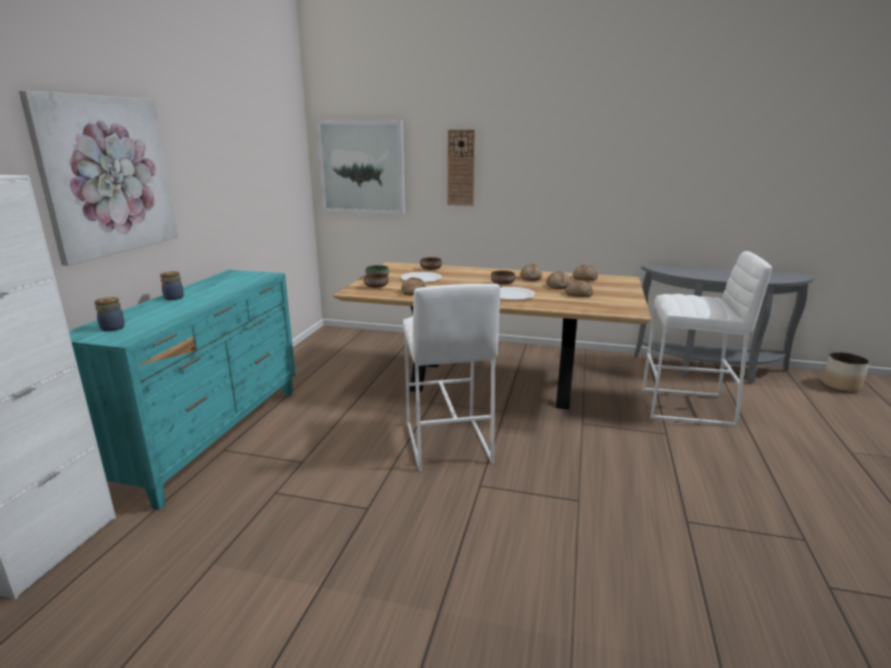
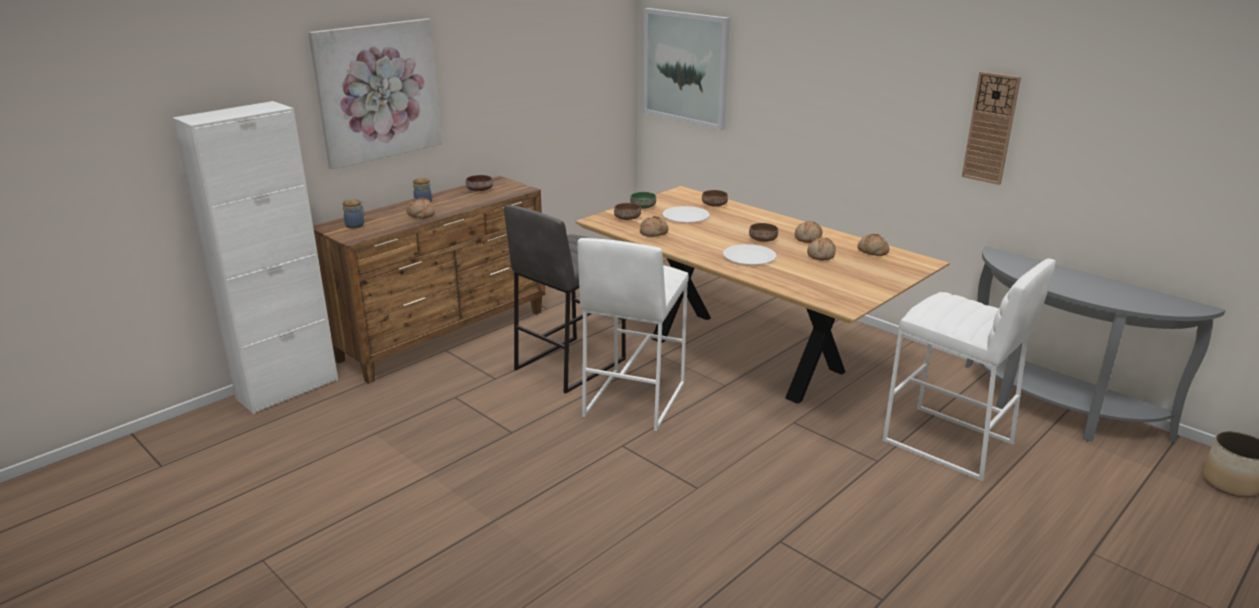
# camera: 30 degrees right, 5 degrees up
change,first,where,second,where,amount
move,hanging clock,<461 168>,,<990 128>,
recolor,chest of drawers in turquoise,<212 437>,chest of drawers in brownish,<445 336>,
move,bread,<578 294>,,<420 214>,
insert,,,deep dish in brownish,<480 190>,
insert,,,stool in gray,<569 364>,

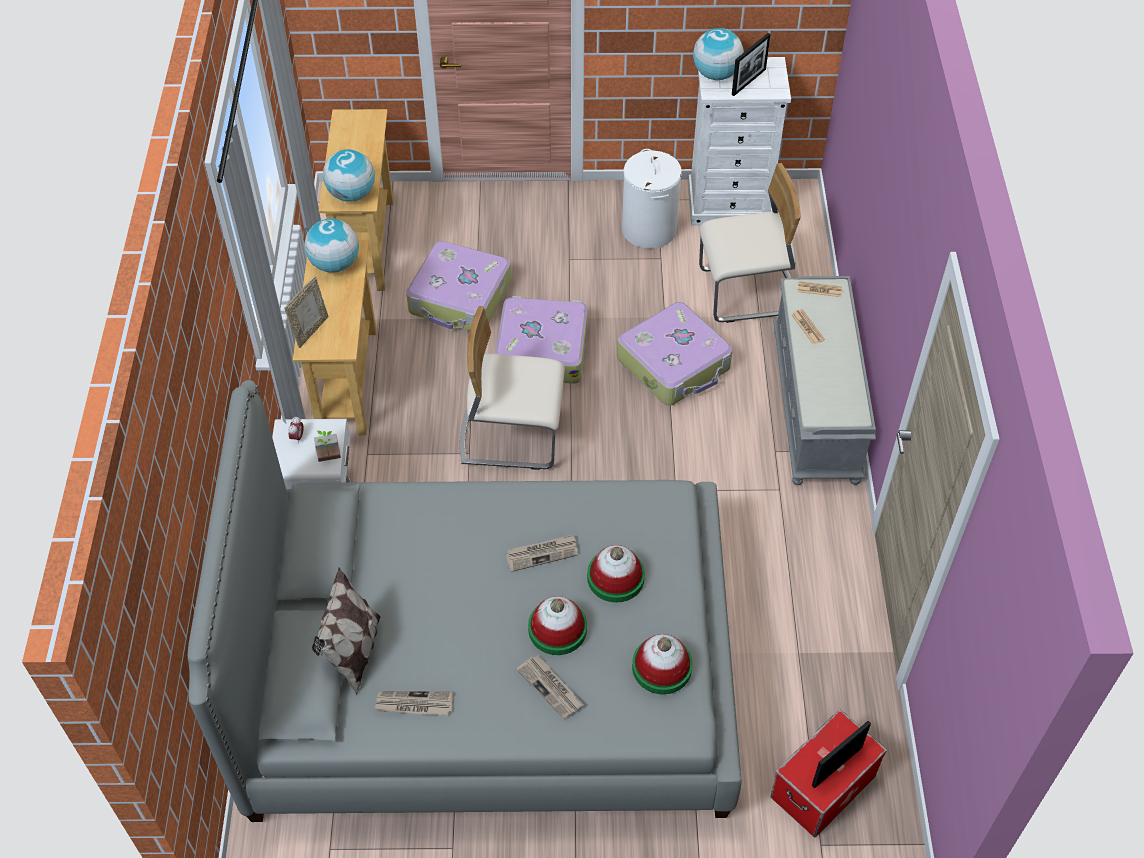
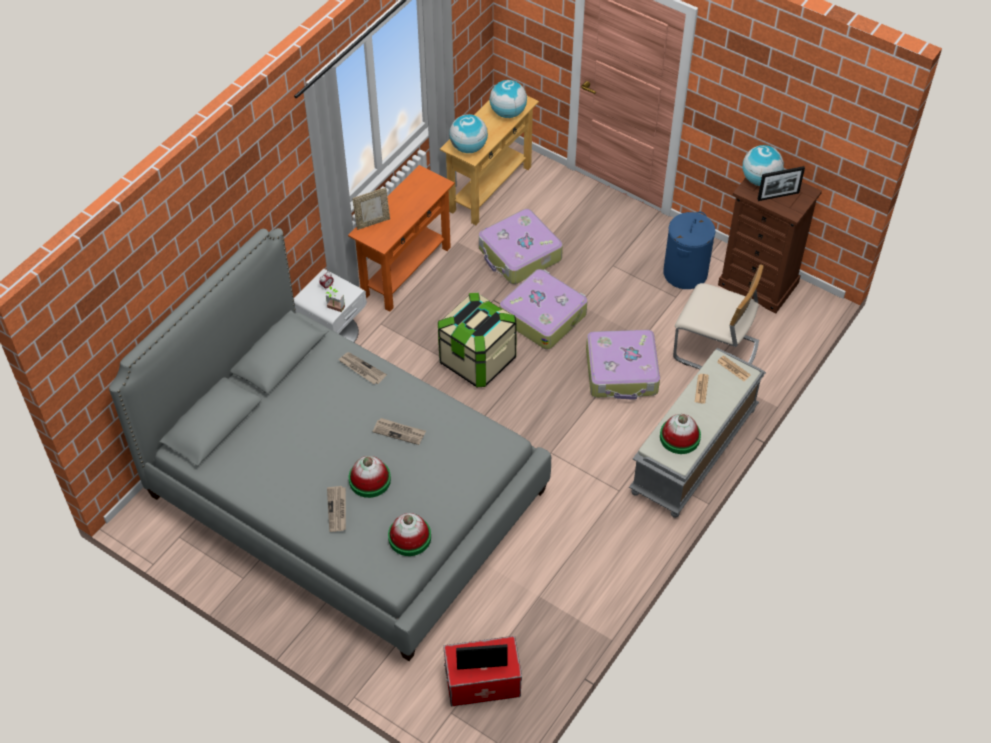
# camera: 35 degrees right, 0 degrees up
change,first,where,second,where,amount
recolor,chest of drawers in white,<729 204>,chest of drawers in brownish,<758 284>,
recolor,laundry basket in white,<649 230>,laundry basket in blue,<685 273>,
move,desk globe,<335 264>,,<508 113>,
recolor,narrow table in beige,<347 380>,narrow table in orange,<406 271>,
replace,upright chair in beige,<511 435>,storage bin,<477 360>,
move,clothing hat,<615 577>,,<679 437>,
delete,cushion,<353 654>,,,
move,newspaper,<414 704>,,<361 369>,

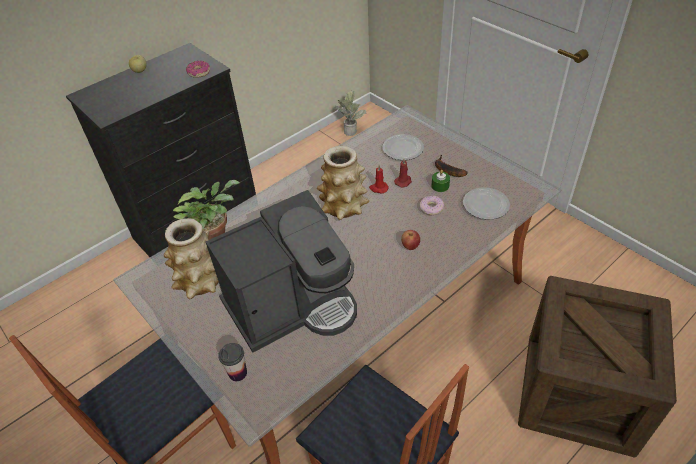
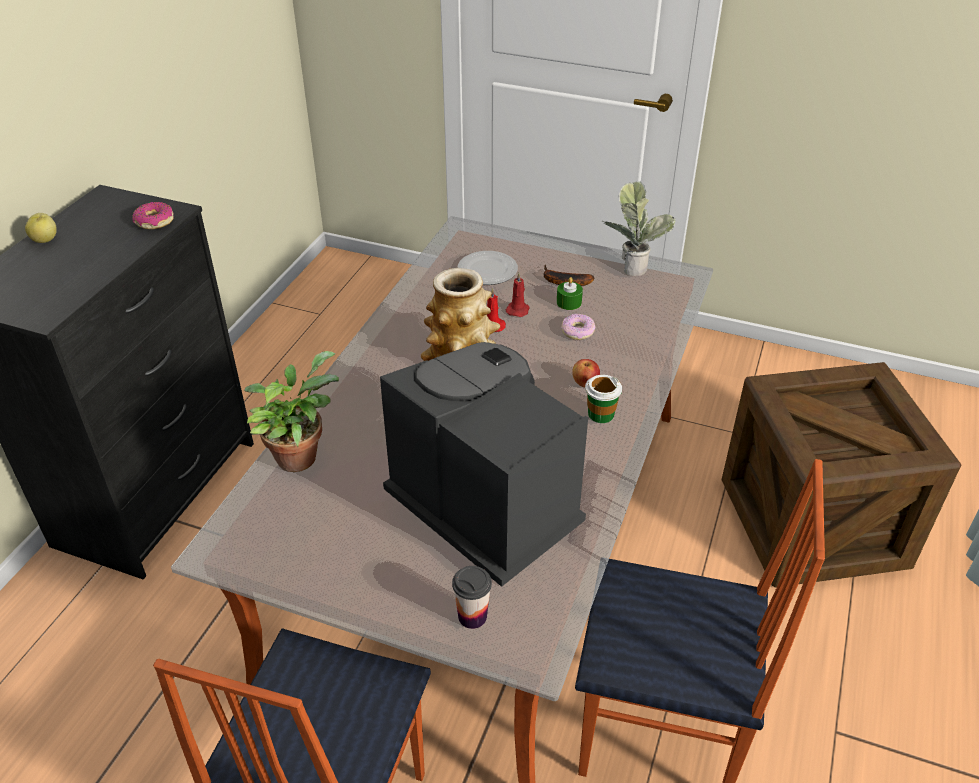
# camera: 30 degrees left, 5 degrees down
change,first,where,second,where,amount
move,potted plant,<351 130>,,<631 265>,
delete,dinner plate,<486 205>,,,
rotate,coffee maker,<293 305>,,<484 504>,75 degrees counterclockwise
delete,flower vase,<201 281>,,,
insert,,,cup,<600 414>,

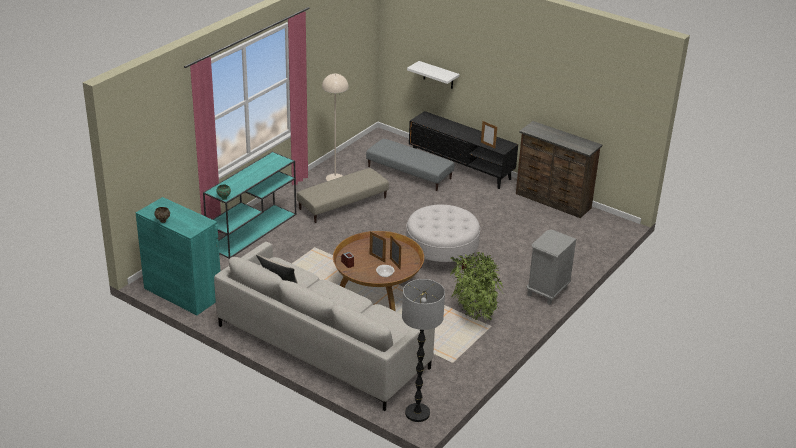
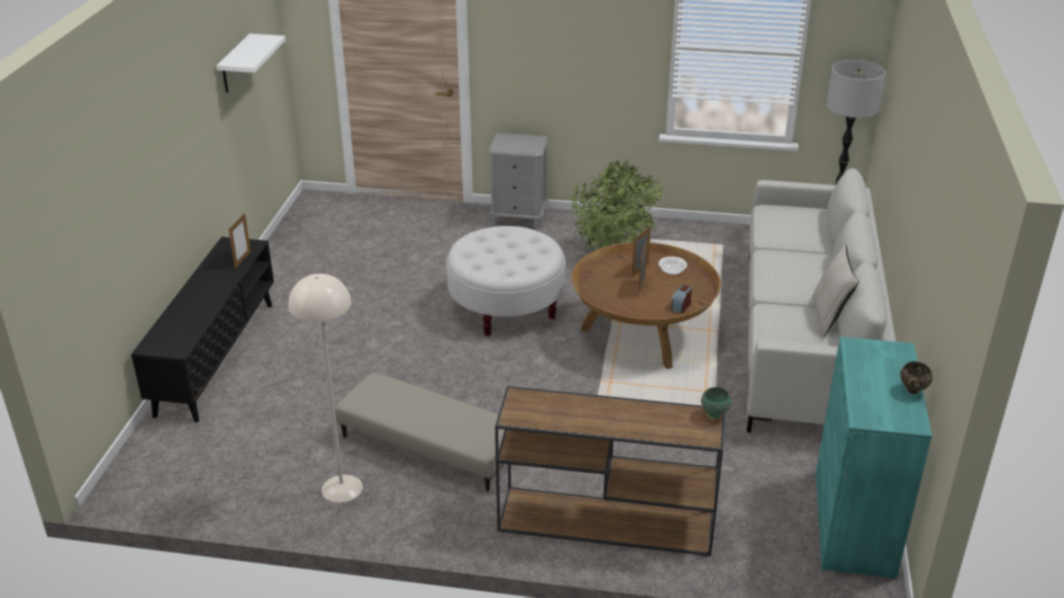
# camera: 115 degrees left, 0 degrees up
change,first,where,second,where,amount
move,wall shelf in white,<438 75>,,<235 64>,
delete,chest of drawers in brownish,<553 201>,,,
delete,ottoman in gray,<409 172>,,,
recolor,narrow table in turquoise,<253 230>,narrow table in brownish,<604 521>,

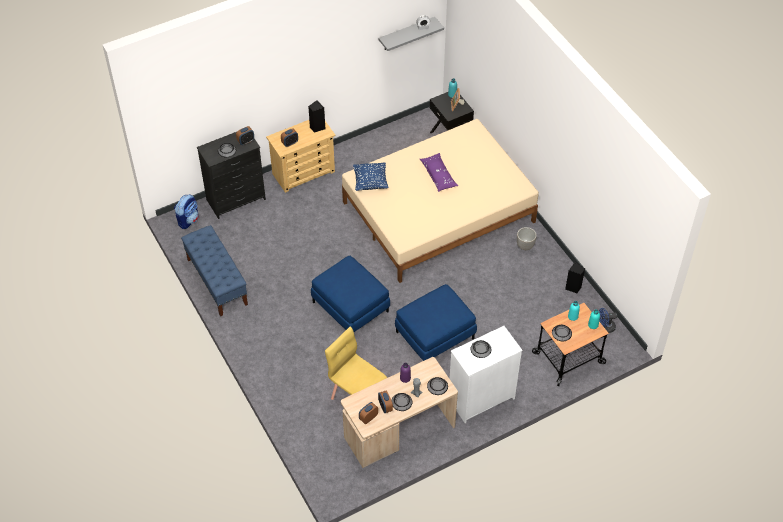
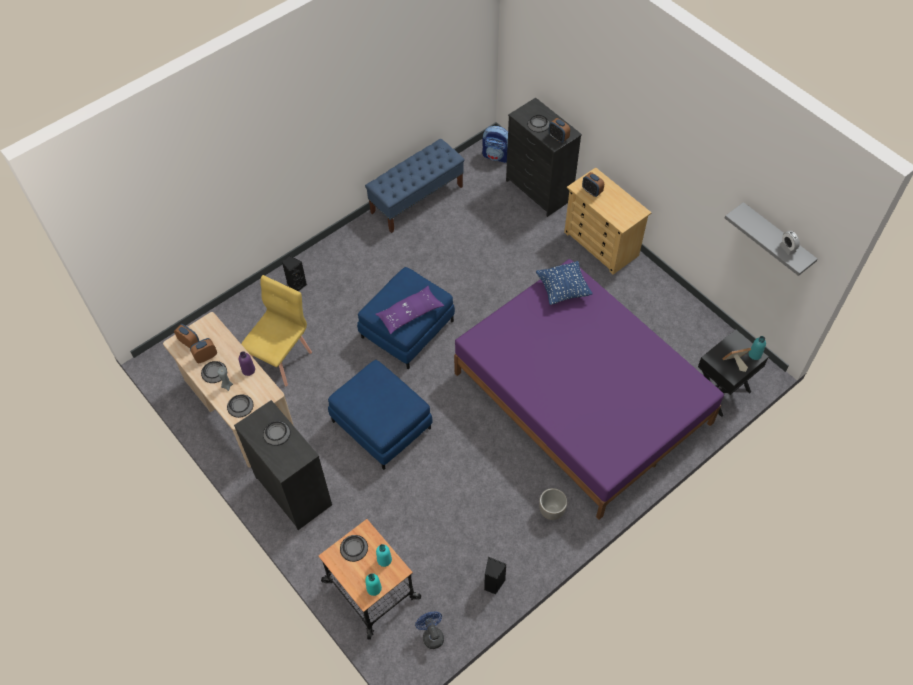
# camera: 80 degrees right, 5 degrees up
change,first,where,second,where,amount
move,speaker in blackish,<317 127>,,<296 285>,
recolor,bed in beige,<438 212>,bed in purplish,<581 398>,
move,cushion in purplish,<438 176>,,<410 314>,
recolor,chest of drawers in white,<481 398>,chest of drawers in blackish,<294 490>,

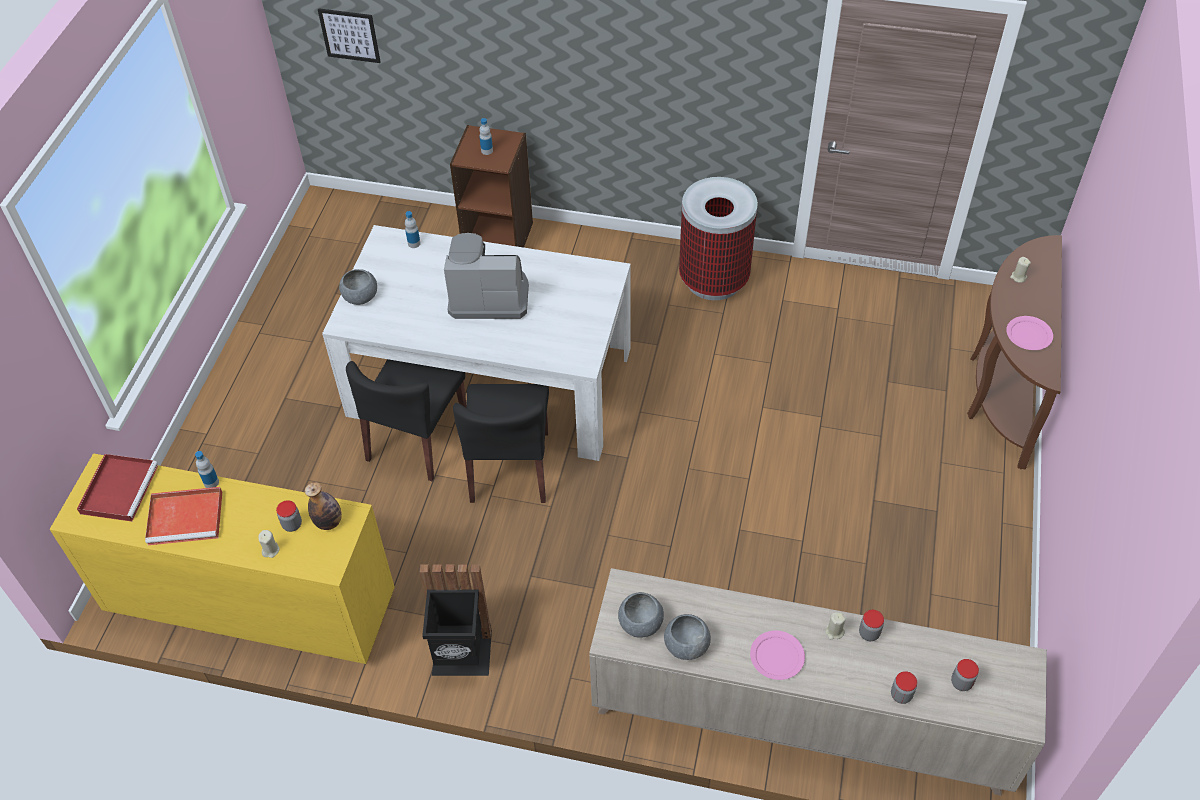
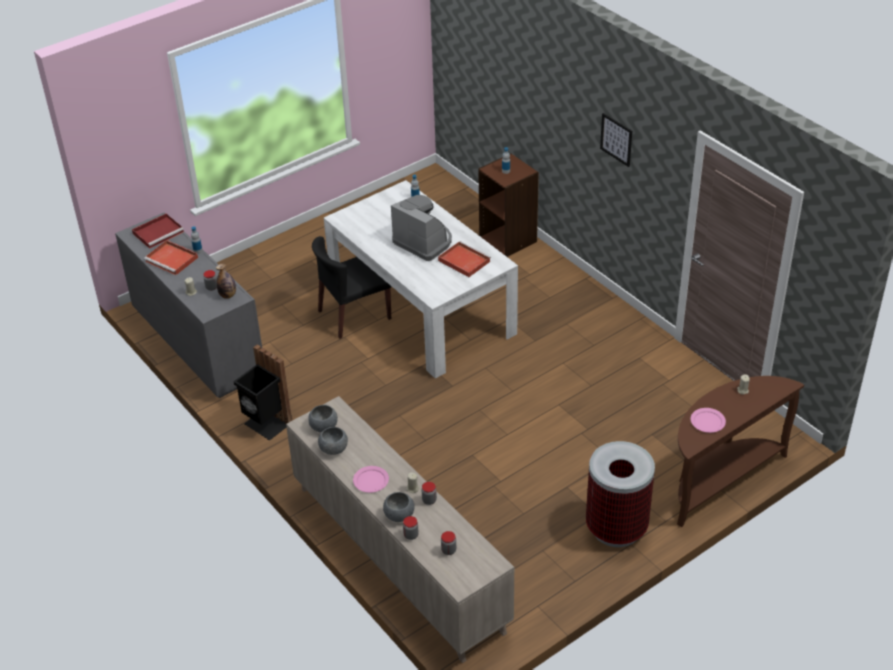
# camera: 40 degrees right, 10 degrees down
change,first,where,second,where,amount
move,wall art,<349 35>,,<616 139>,
move,waste bin,<714 279>,,<616 528>,
move,deep dish in gray,<360 297>,,<399 515>,
delete,upright chair in blackish,<510 467>,,,
recolor,chest of drawers in yellow-coloured,<250 603>,chest of drawers in gray,<198 343>,
insert,,,serving tray in red-coloured,<463 261>,

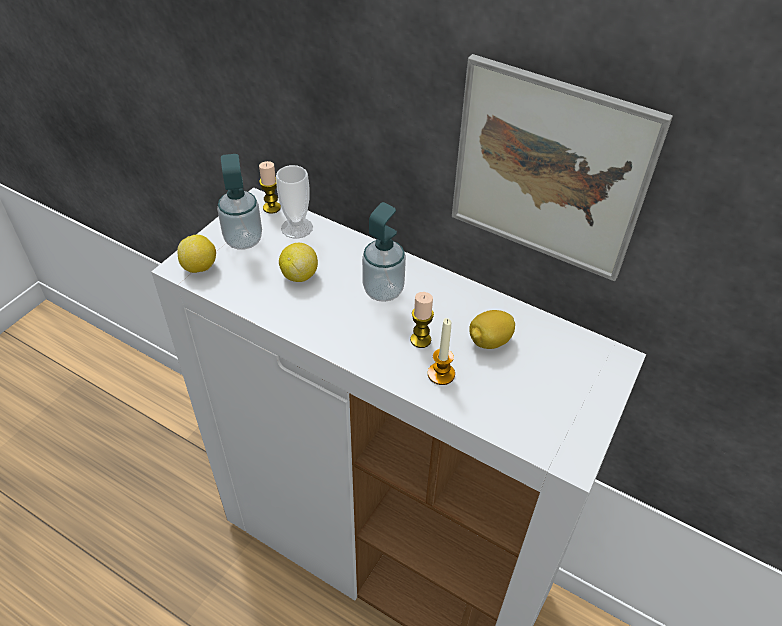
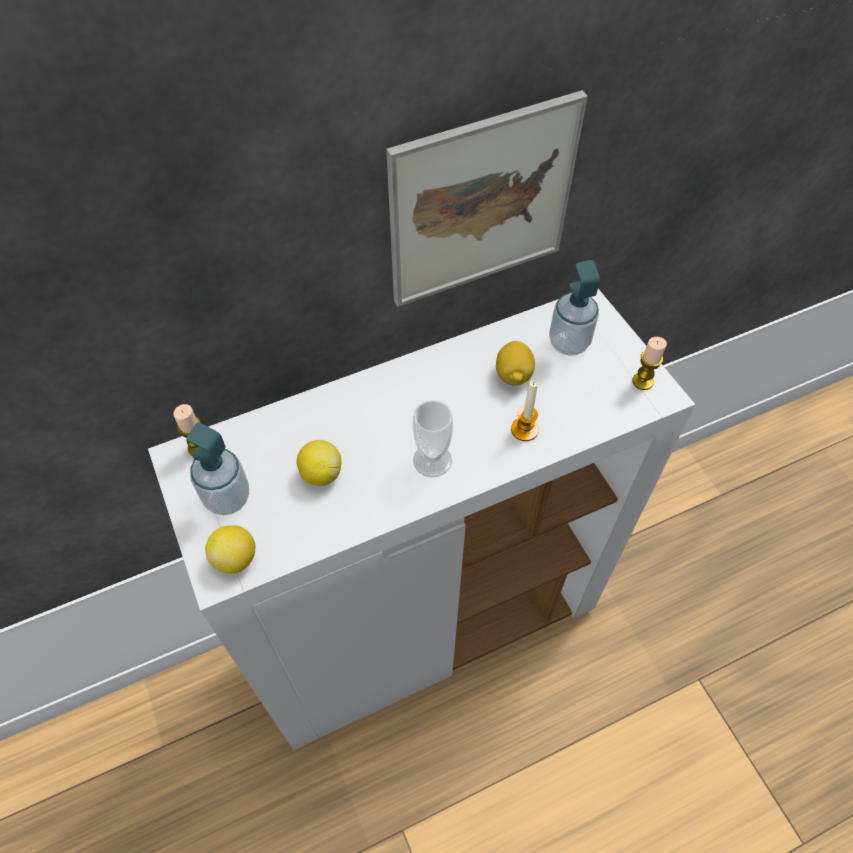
# camera: 55 degrees left, 10 degrees up
change,first,where,second,where,amount
move,cup,<297 228>,,<432 460>,
move,soap bottle,<383 290>,,<569 342>,
move,wax light,<420 340>,,<642 381>,

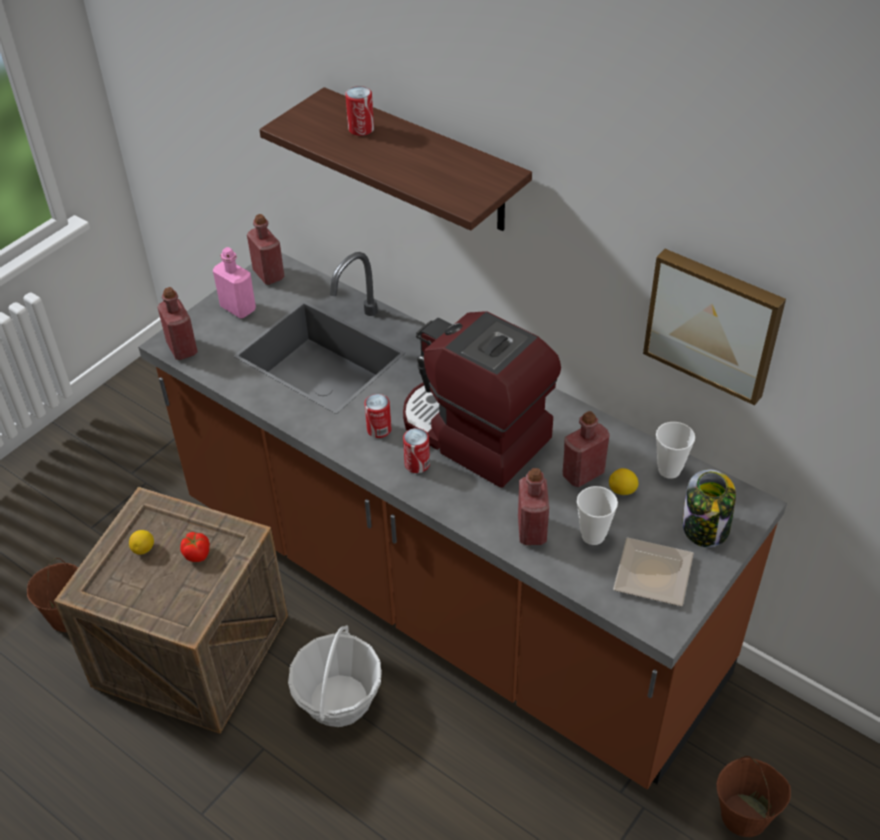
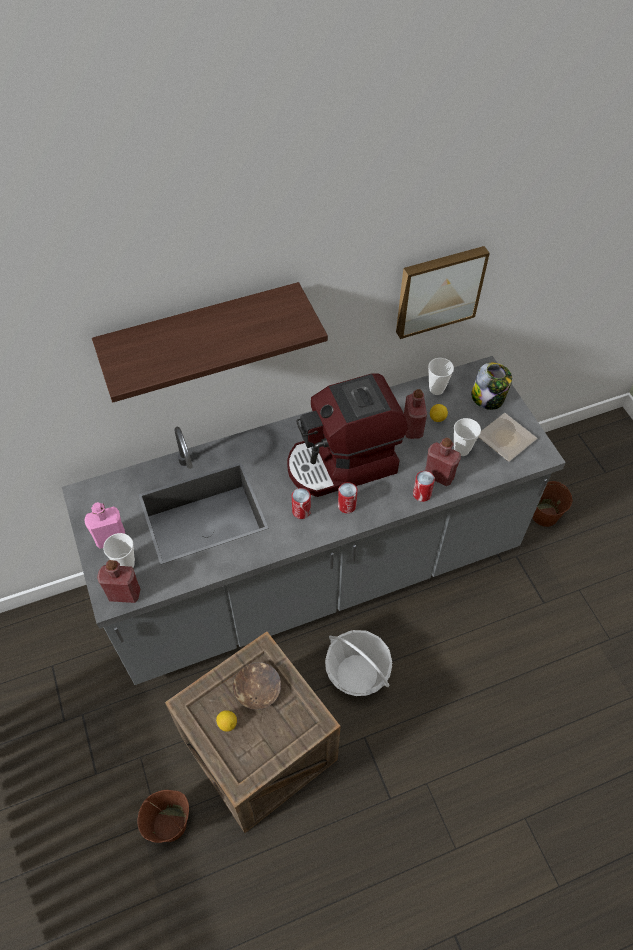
# camera: 60 degrees left, 10 degrees up
change,first,where,second,where,amount
move,can,<361 129>,,<422 494>,
delete,drink bottle in red-coloured,<268 274>,,,
recolor,kitchen counter in brownish,<444 591>,kitchen counter in gray,<316 573>,
replace,whole tomato,<197 554>,deep dish in brownish,<257 689>,
insert,,,cup,<126 564>,

